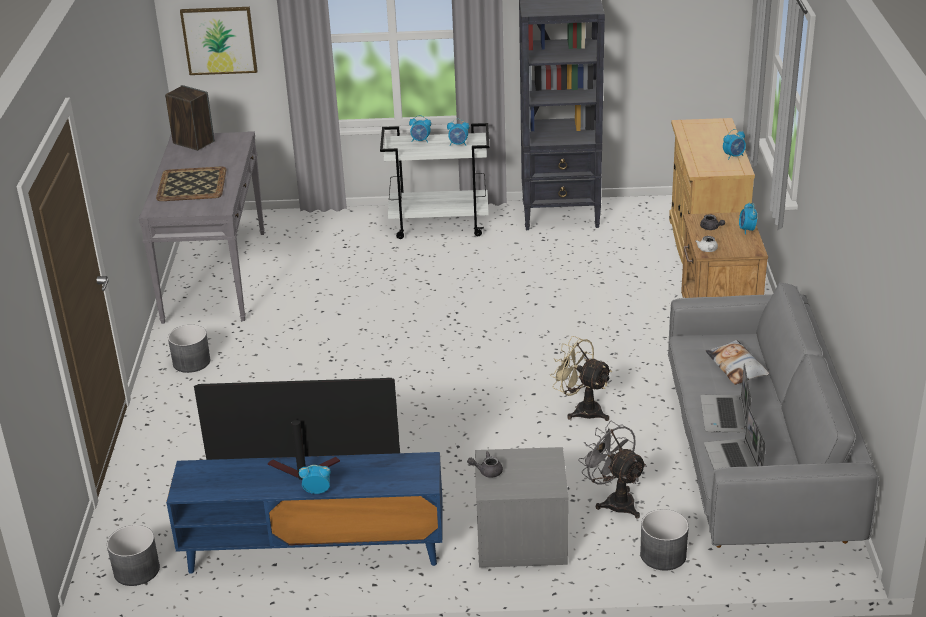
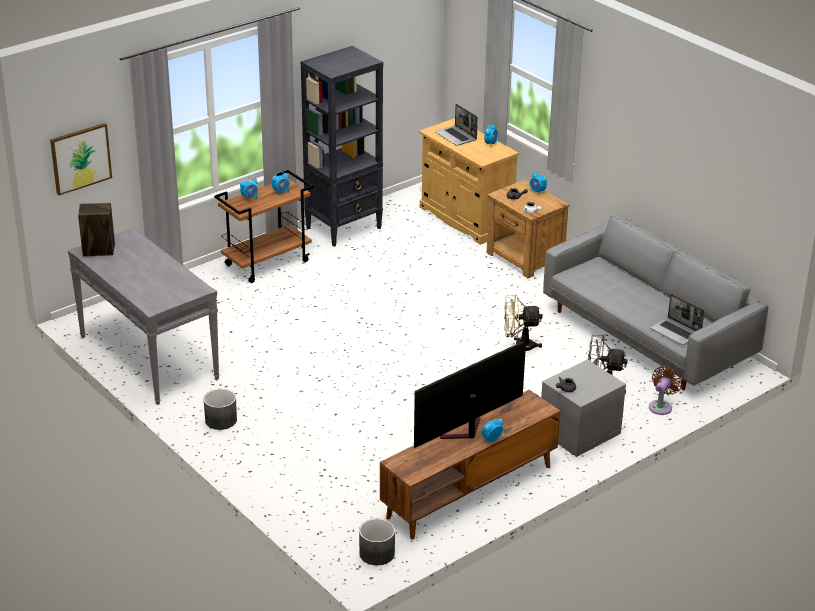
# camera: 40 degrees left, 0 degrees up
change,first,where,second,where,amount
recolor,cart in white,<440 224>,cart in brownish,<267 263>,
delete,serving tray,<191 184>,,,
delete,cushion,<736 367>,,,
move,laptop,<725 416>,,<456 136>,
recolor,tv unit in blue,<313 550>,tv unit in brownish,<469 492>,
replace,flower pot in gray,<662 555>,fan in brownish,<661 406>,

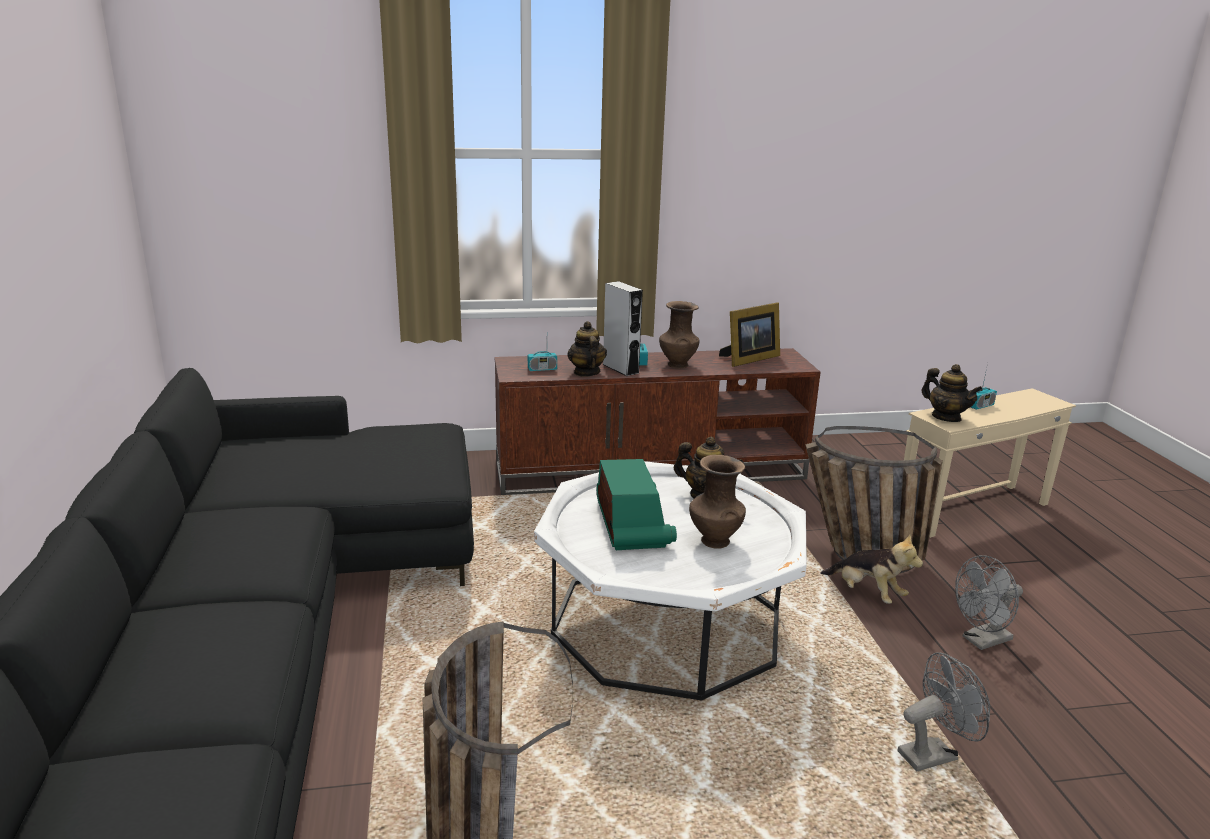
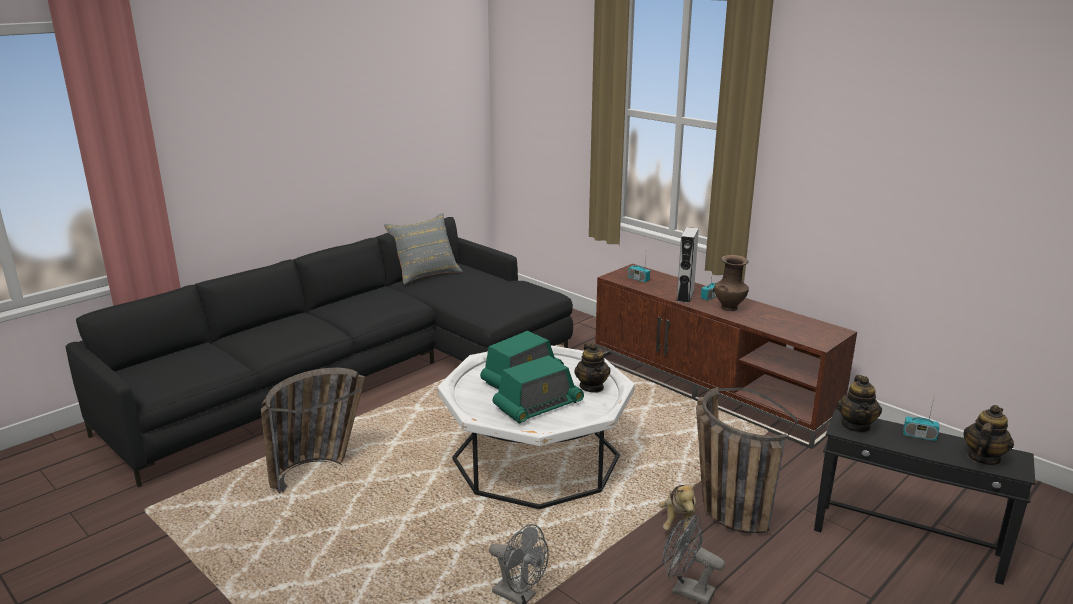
# camera: 55 degrees right, 0 degrees up
change,first,where,second,where,amount
delete,photo frame,<748 359>,,,
move,tea pot,<586 372>,,<982 458>,
recolor,side table in beige,<973 510>,side table in blackish,<906 542>,
replace,flower vase in brownish,<714 540>,radio receiver,<538 406>,
insert,,,cushion in gray,<425 274>,

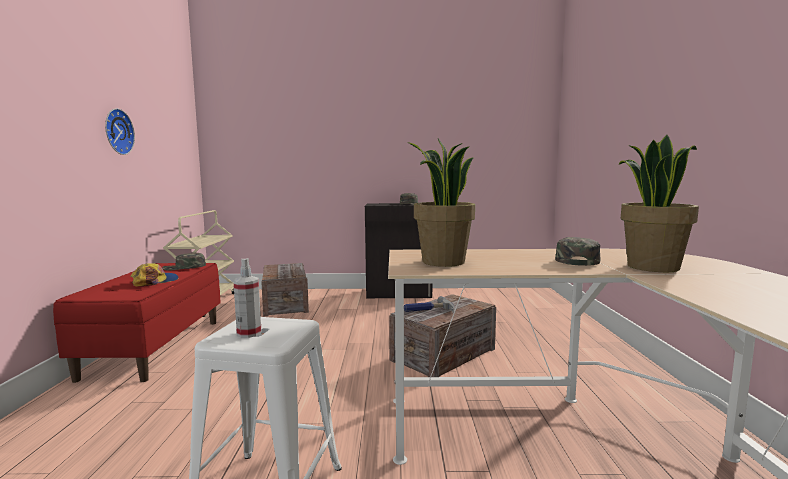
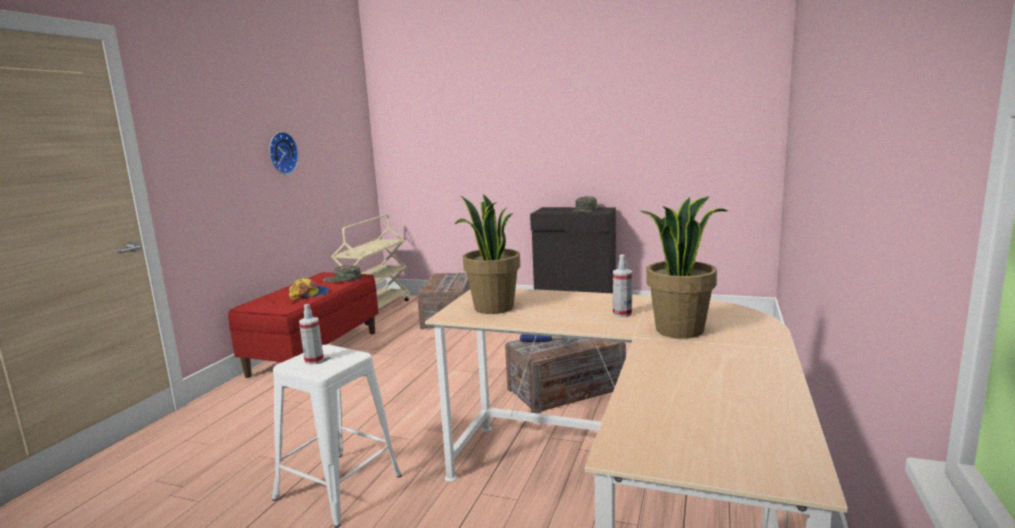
# camera: 20 degrees right, 5 degrees up
change,first,where,second,where,amount
replace,peaked cap in green-coloured,<575 260>,sprayer,<622 314>,

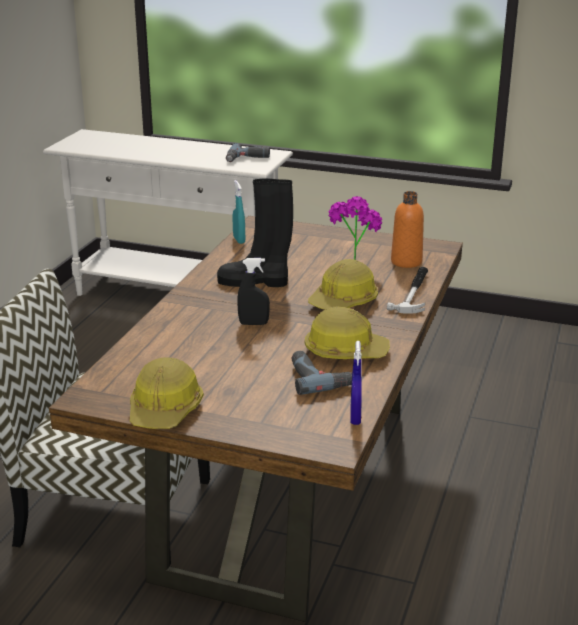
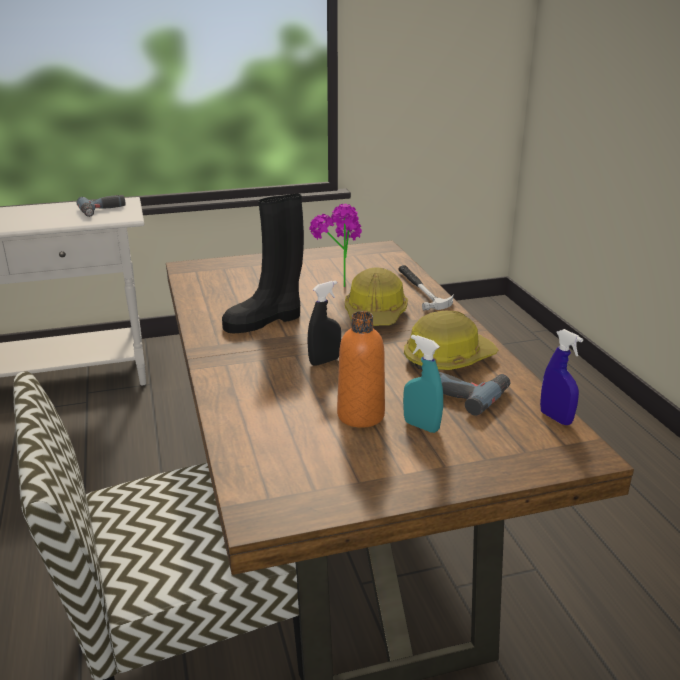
# camera: 35 degrees left, 0 degrees up
change,first,where,second,where,amount
move,sprayer in turquoise,<239 240>,,<421 426>,
move,drink bottle in orange,<406 262>,,<360 415>,
delete,hard hat,<165 410>,,,

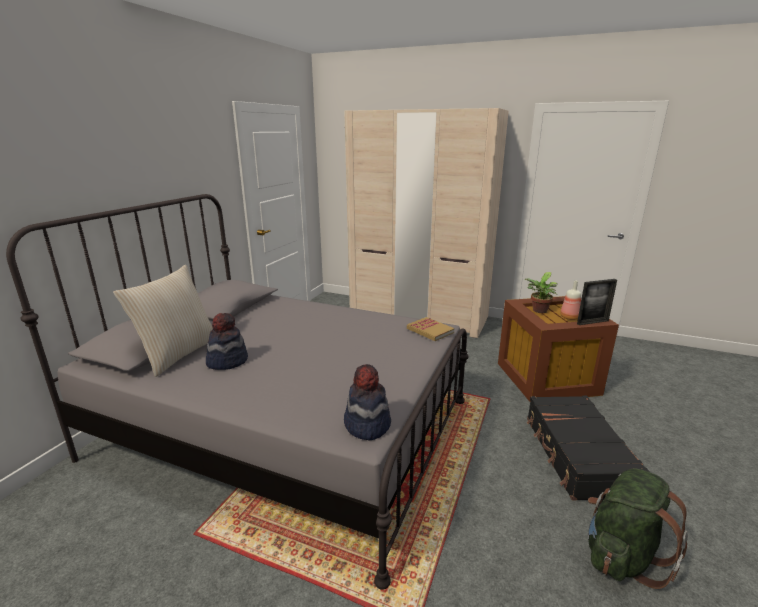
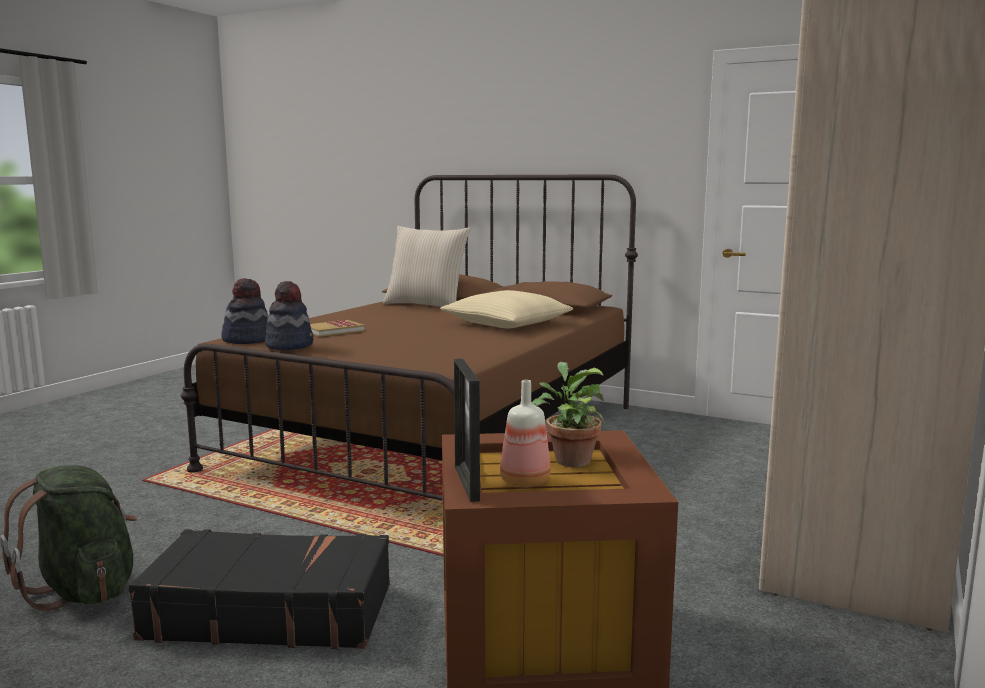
# camera: 95 degrees right, 10 degrees down
change,first,where,second,where,amount
recolor,bed in gray,<285 428>,bed in brownish,<437 436>,
move,clothing hat,<227 361>,,<290 345>,
move,bound book,<430 330>,,<333 331>,
insert,,,cushion in beige,<507 323>,

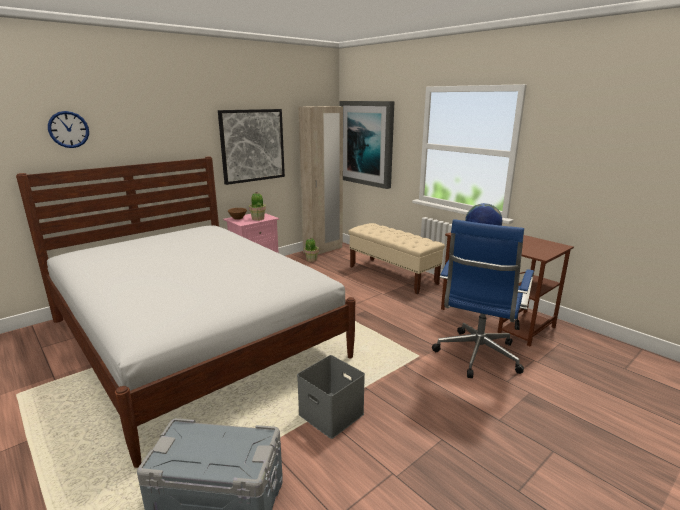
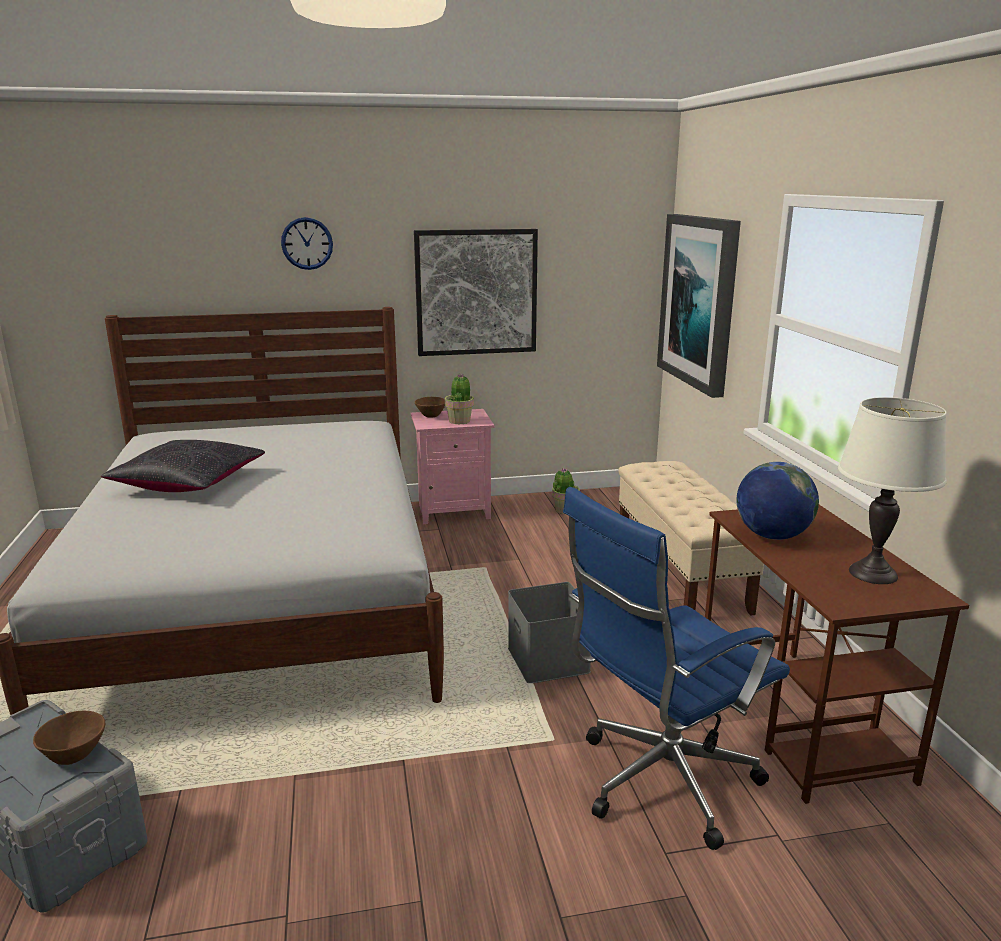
# camera: 30 degrees right, 0 degrees up
change,first,where,second,where,amount
delete,clothes cupboard in beige,<323 250>,,,
move,hanging clock,<68 129>,,<307 243>,
move,storage bin in gray,<329 414>,,<546 659>,
insert,,,table lamp in white,<873 573>,
insert,,,cushion in blackish,<189 482>,
insert,,,deep dish in brownish,<76 755>,

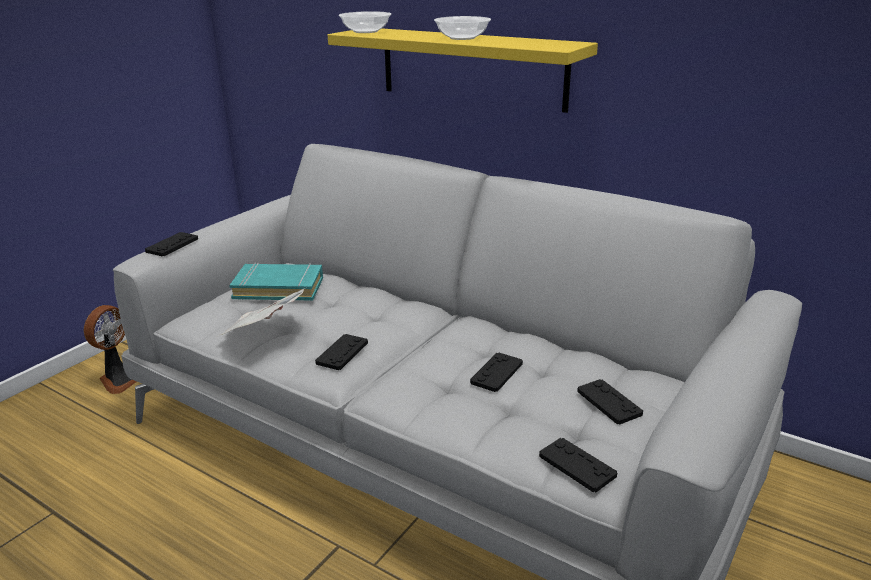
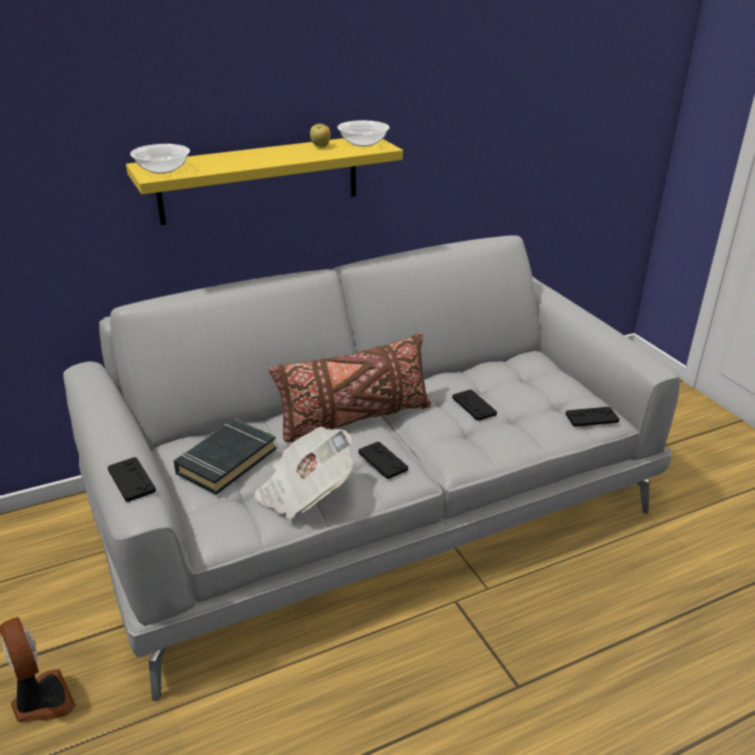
# camera: 60 degrees left, 5 degrees up
change,first,where,second,where,amount
move,deep dish,<462 38>,,<363 143>,
recolor,bound book in turquoise,<279 288>,bound book in blackish,<226 461>,
delete,joypad in blackish,<609 402>,,,
insert,,,apple,<320 146>,
insert,,,cushion in brownish,<354 418>,

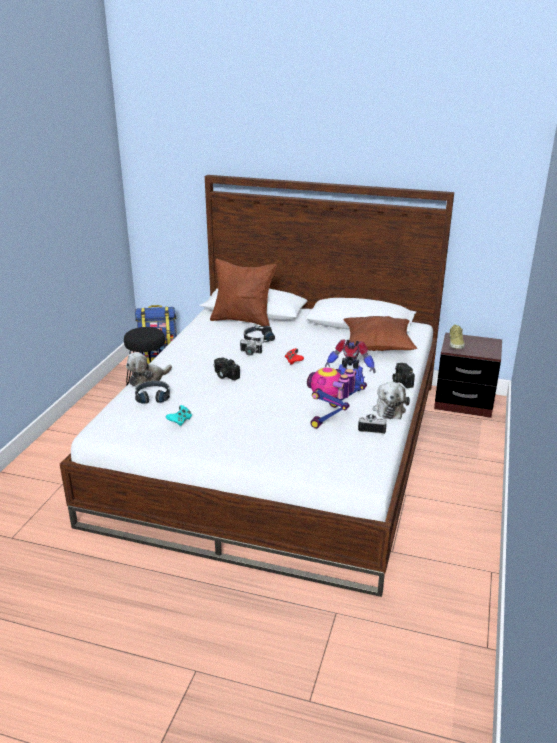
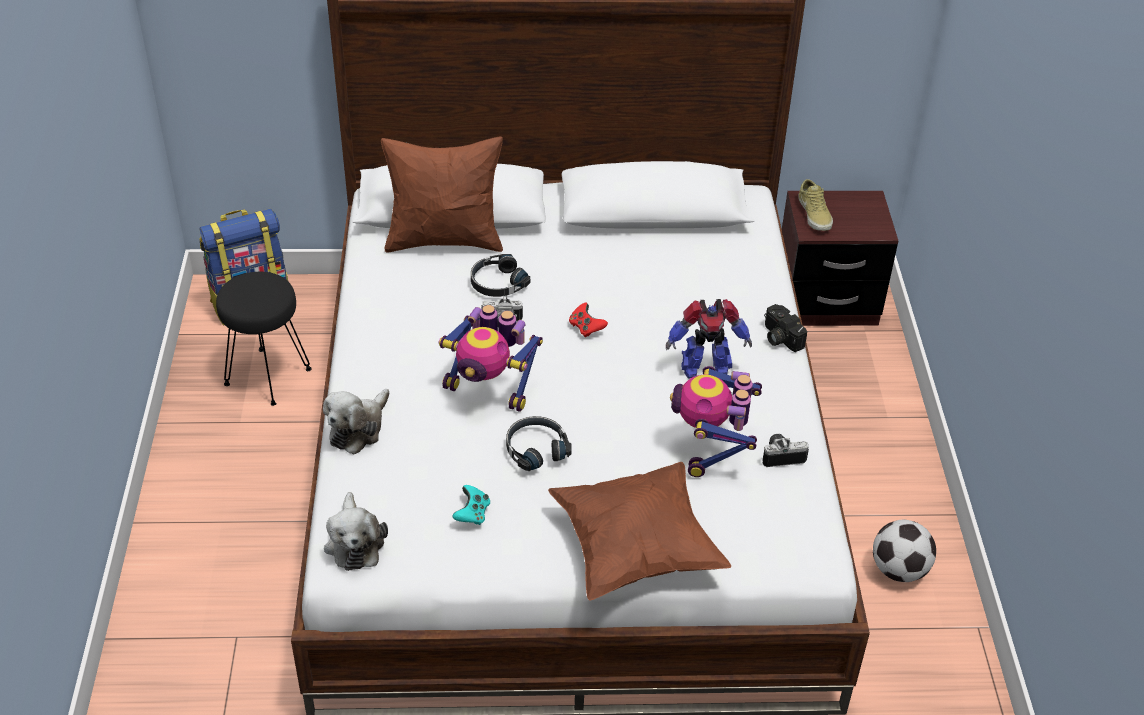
# camera: 20 degrees left, 15 degrees up
change,first,where,second,where,amount
move,cushion in brownish,<377 348>,,<635 550>,
replace,still camera,<224 375>,toy robot,<489 390>,
move,pair of headphones in blackish,<153 396>,,<536 448>,
move,soft toy,<389 409>,,<354 542>,
insert,,,football,<899 570>,

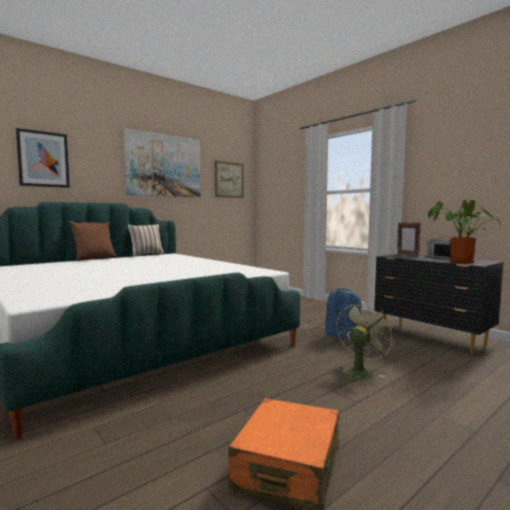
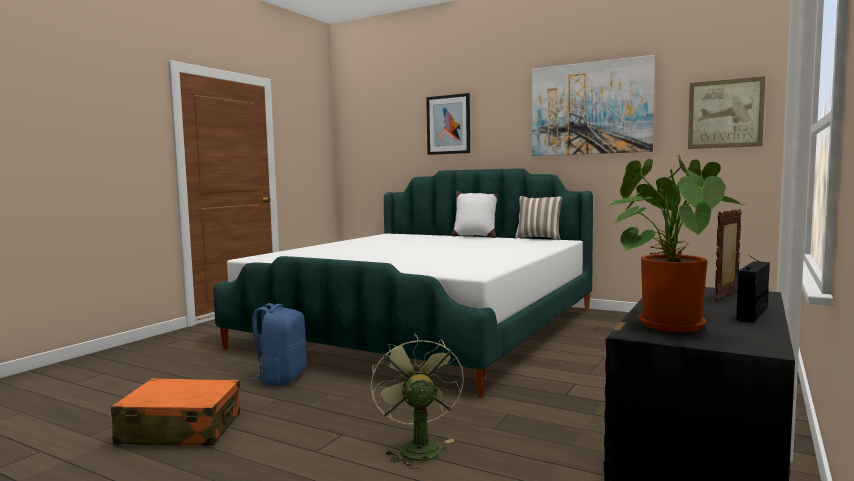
# camera: 70 degrees right, 0 degrees up
change,first,where,second,where,amount
recolor,cushion in brownish,<94 259>,cushion in white,<474 236>,
move,rucksack in blue,<342 336>,,<281 378>,
rotate,fan in green-coloured,<359 371>,,<417 447>,120 degrees counterclockwise

